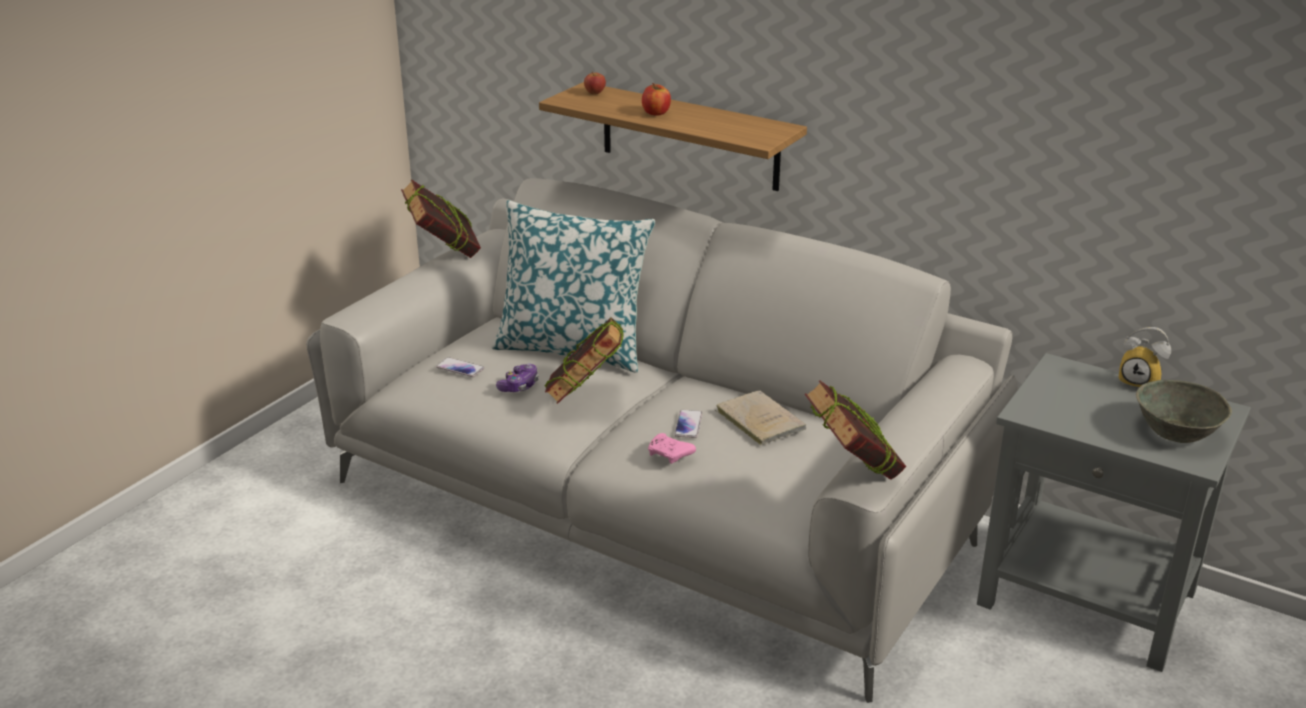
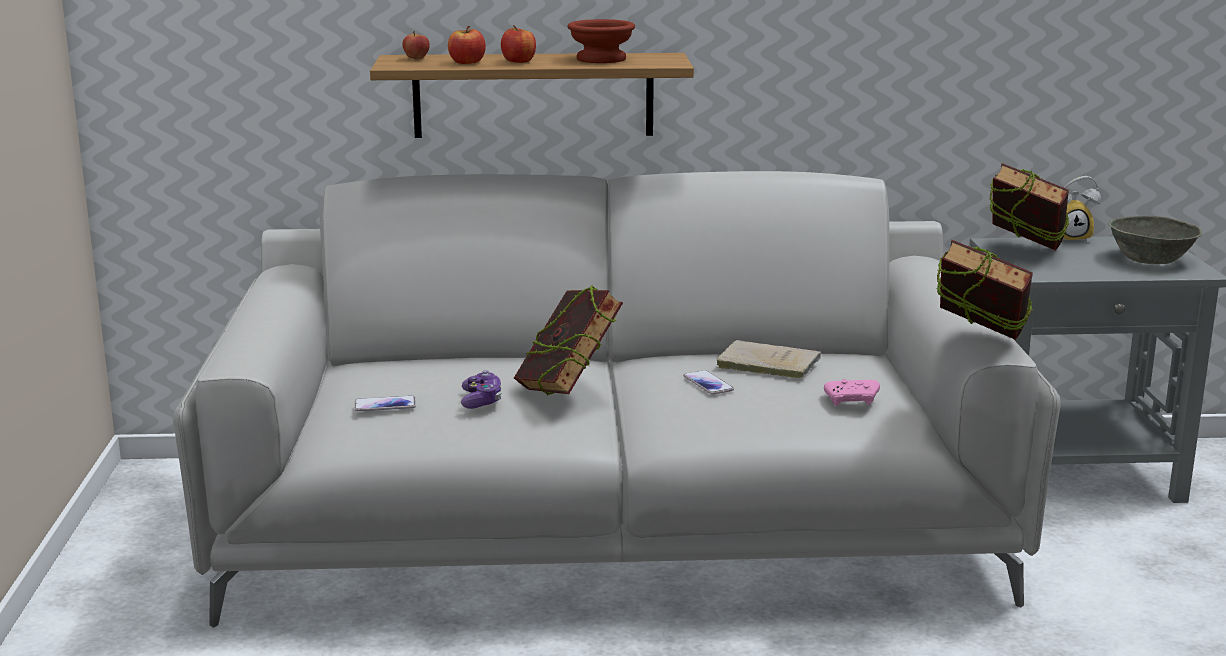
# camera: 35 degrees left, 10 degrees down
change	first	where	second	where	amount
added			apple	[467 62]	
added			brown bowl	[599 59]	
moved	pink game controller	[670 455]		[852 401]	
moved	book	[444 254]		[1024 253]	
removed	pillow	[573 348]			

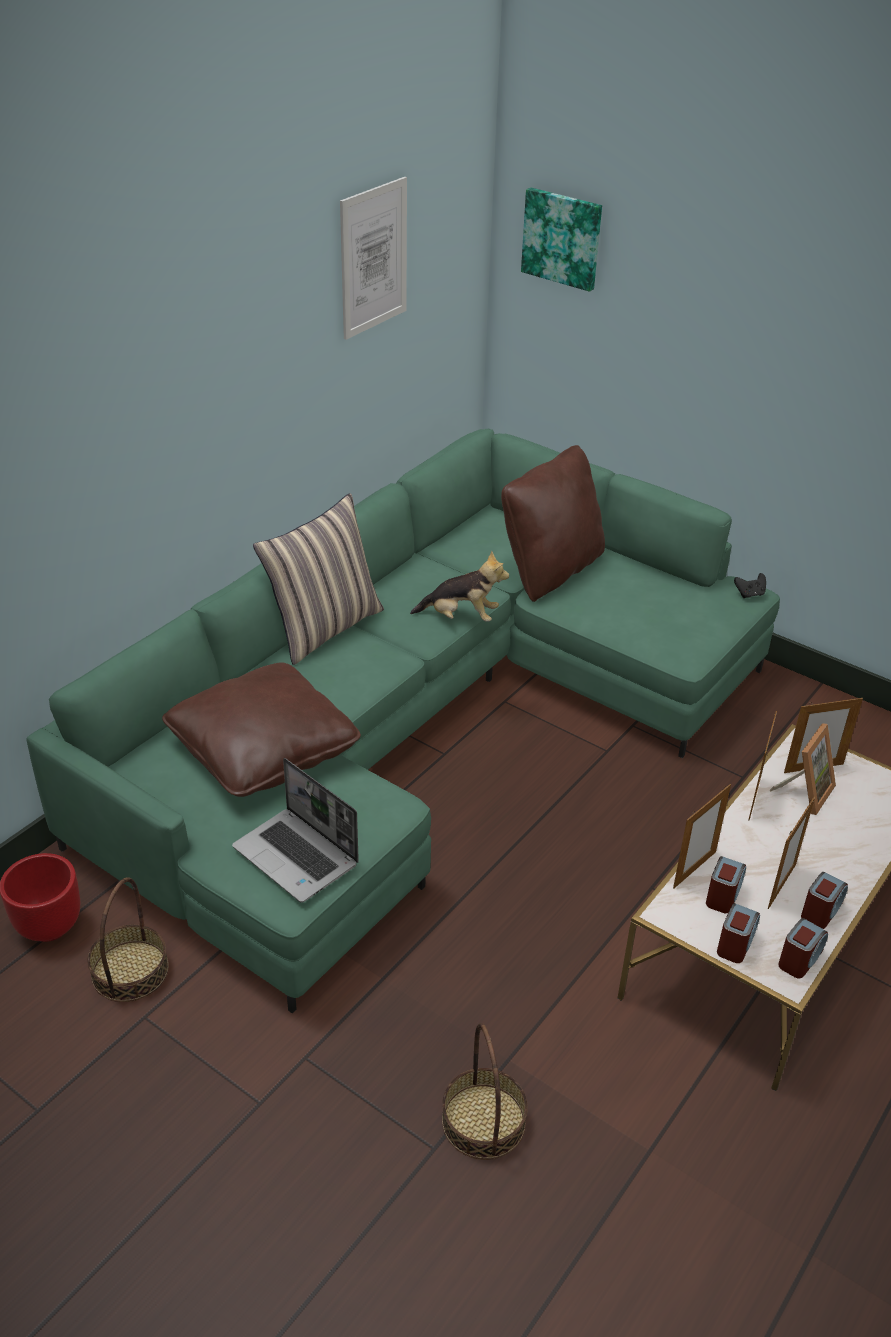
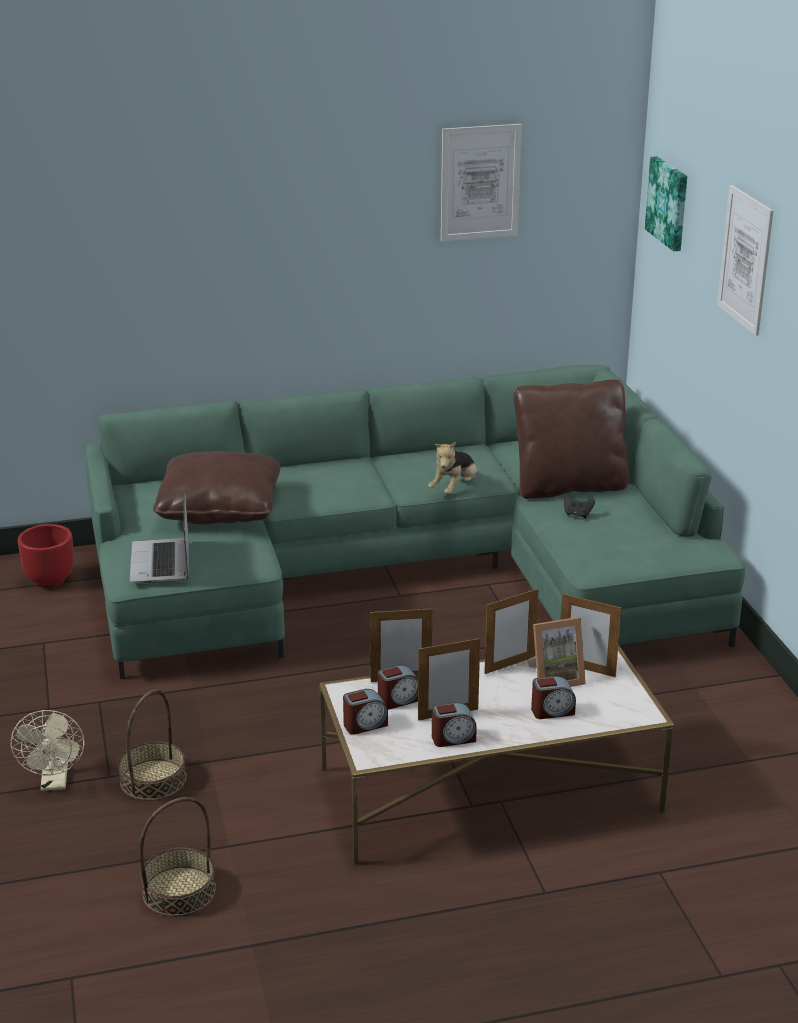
# camera: 40 degrees right, 10 degrees down
change	first	where	second	where	amount
added			beige fan	[55 782]	
moved	basket	[130 971]		[179 891]	
turned	plush toy	[461 617]		[455 488]	75 degrees clockwise
moved	alarm clock	[799 959]		[552 711]	
moved	black game controller	[749 594]		[577 515]	
added			picture	[745 259]	
removed	pillow	[324 627]			

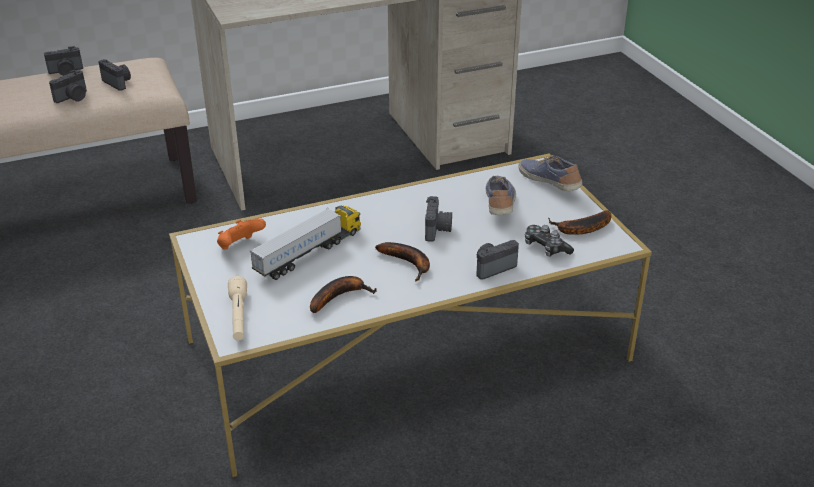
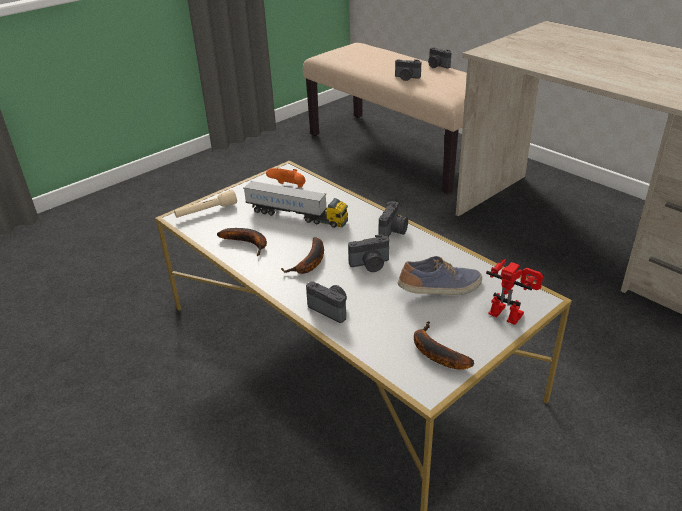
# camera: 70 degrees right, 0 degrees up
change	first	where	second	where	amount
moved	photo camera	[118 83]		[393 231]	
replaced	shoe	[549 182]	toy robot	[510 312]	
removed	game controller	[545 247]			

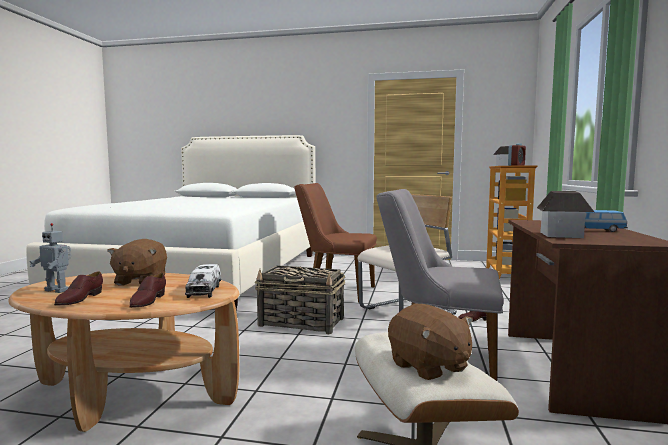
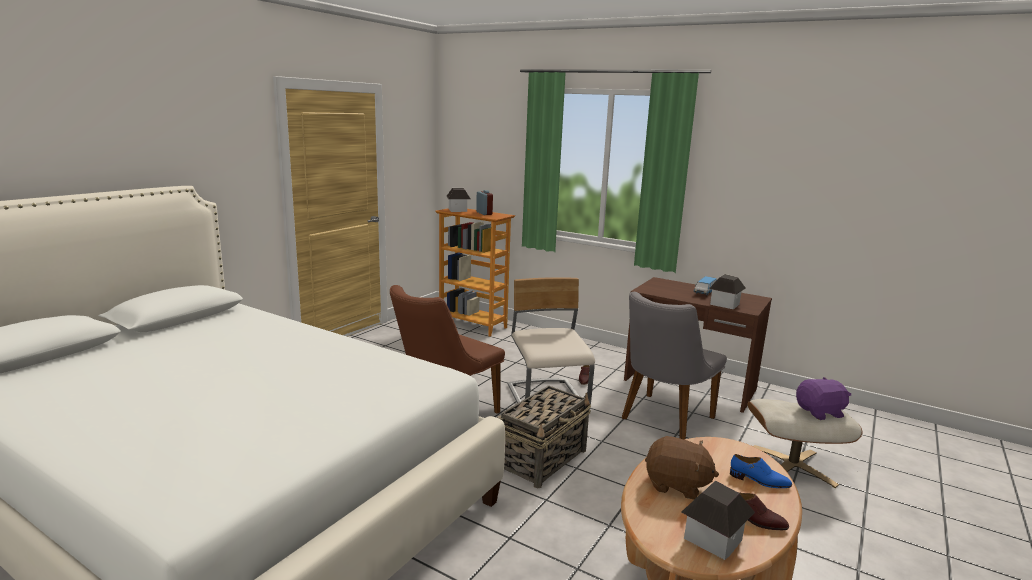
# camera: 70 degrees left, 10 degrees up
change	first	where	second	where	amount
replaced	toy robot	[58 290]	toy house	[713 539]	
recoloured	brown shoe	[147 301]	blue shoe	[759 481]	
recoloured	brown plush toy	[428 367]	purple plush toy	[820 412]	
removed	toy truck	[204 291]			

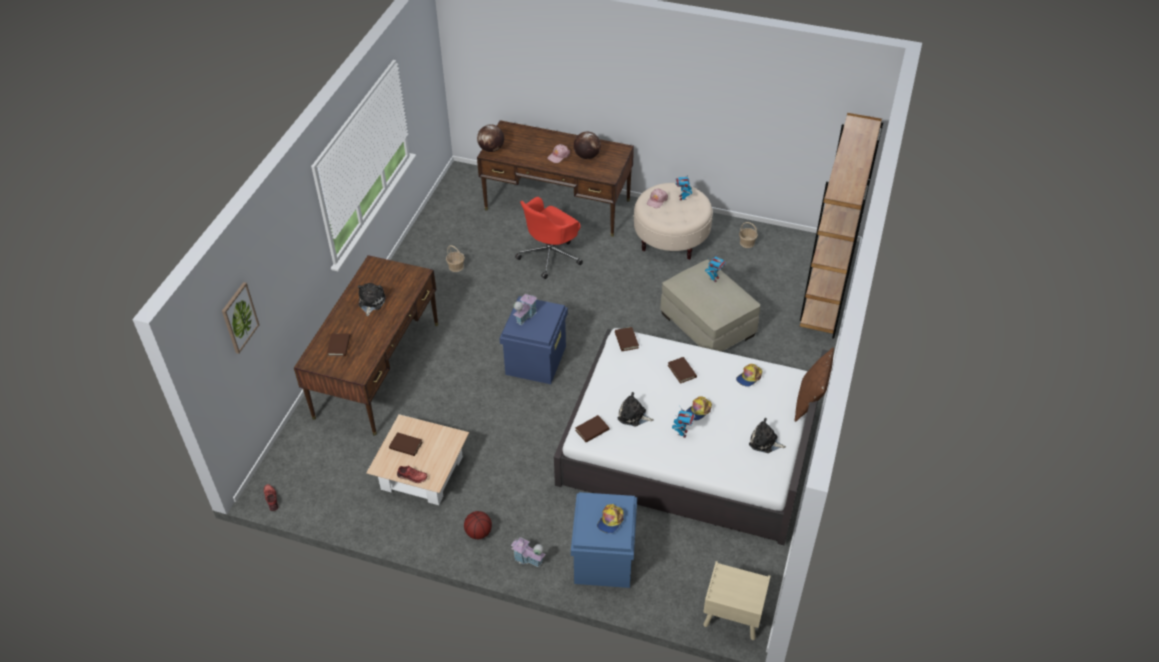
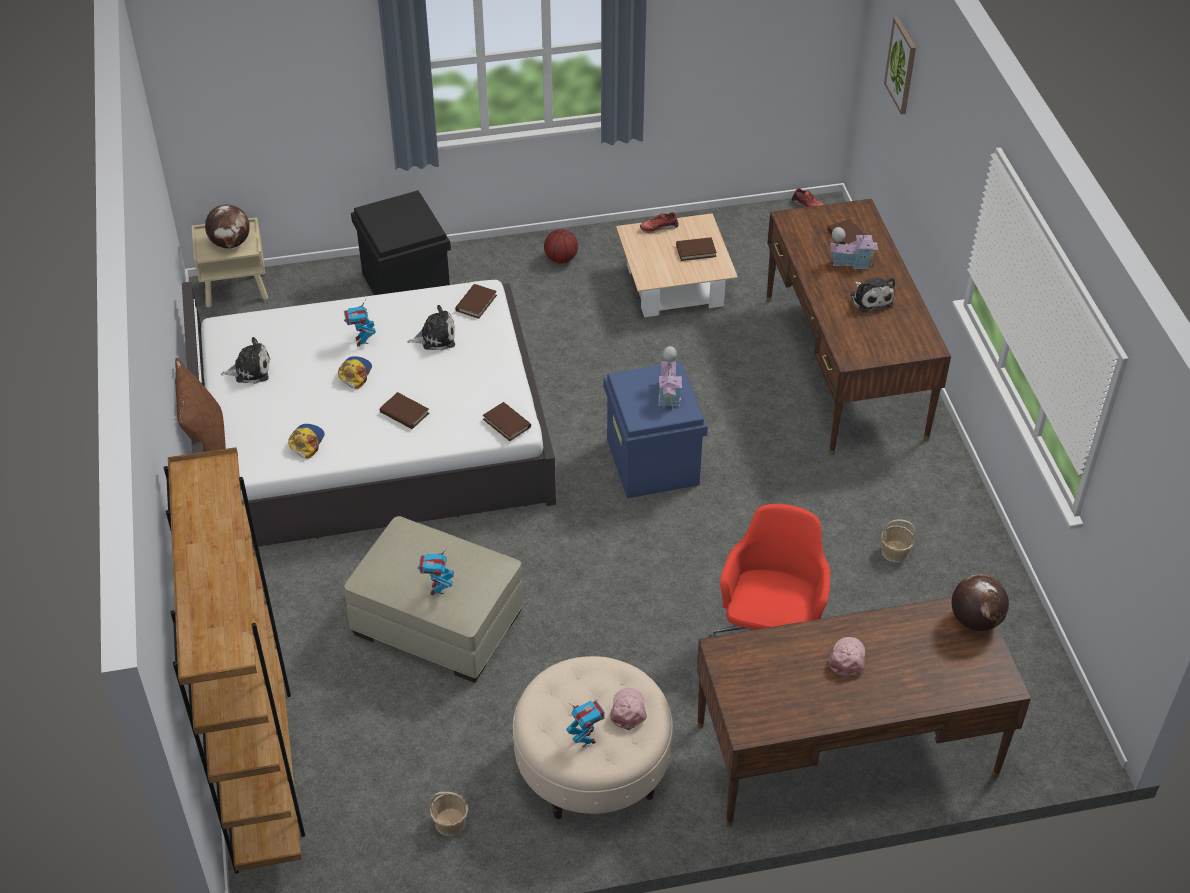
# camera: 150 degrees right, 0 degrees up
change	first	where	second	where	amount
moved	globe	[587 156]		[231 243]	
recoloured	blue storage box	[604 559]	black storage box	[405 286]	
moved	toy house	[528 559]		[851 262]	
removed	cap	[610 520]			

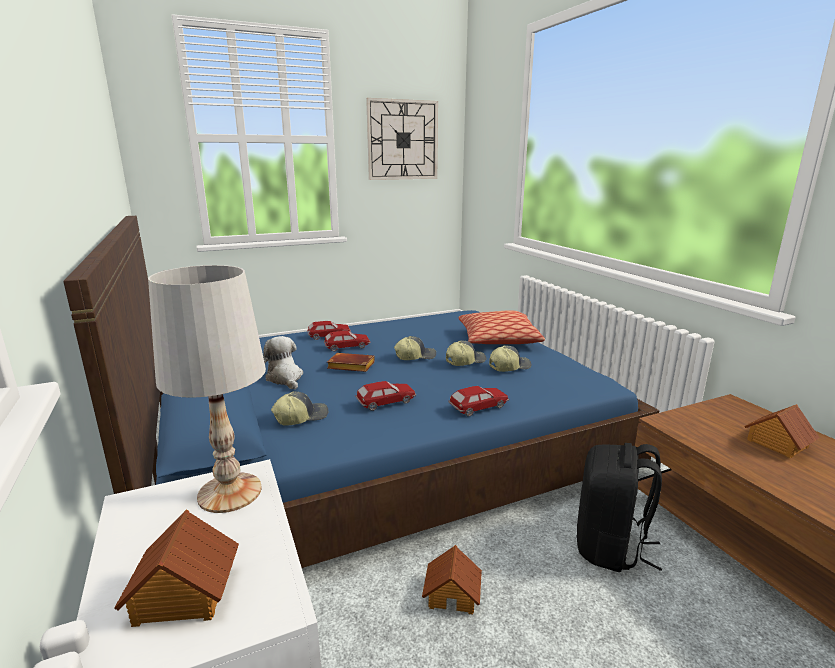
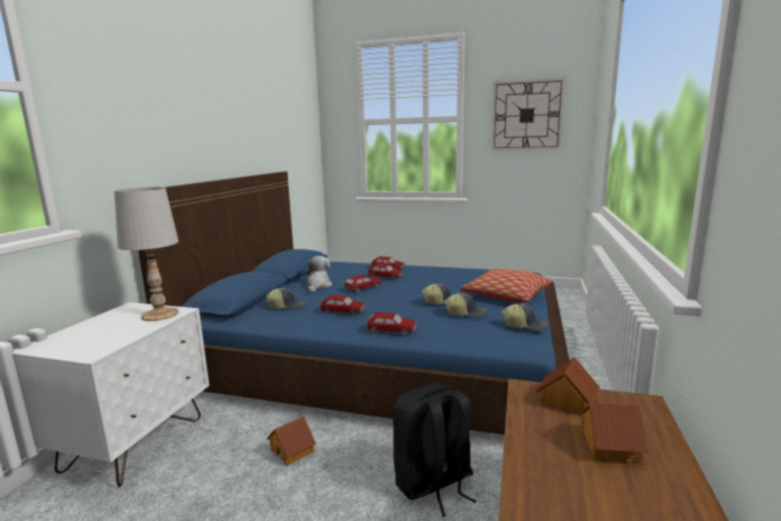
# camera: 40 degrees right, 5 degrees down
change	first	where	second	where	amount
replaced	brown book	[349 367]	toy car	[363 288]	
moved	cap	[415 356]		[525 325]	
moved	toy house	[183 594]		[566 401]	

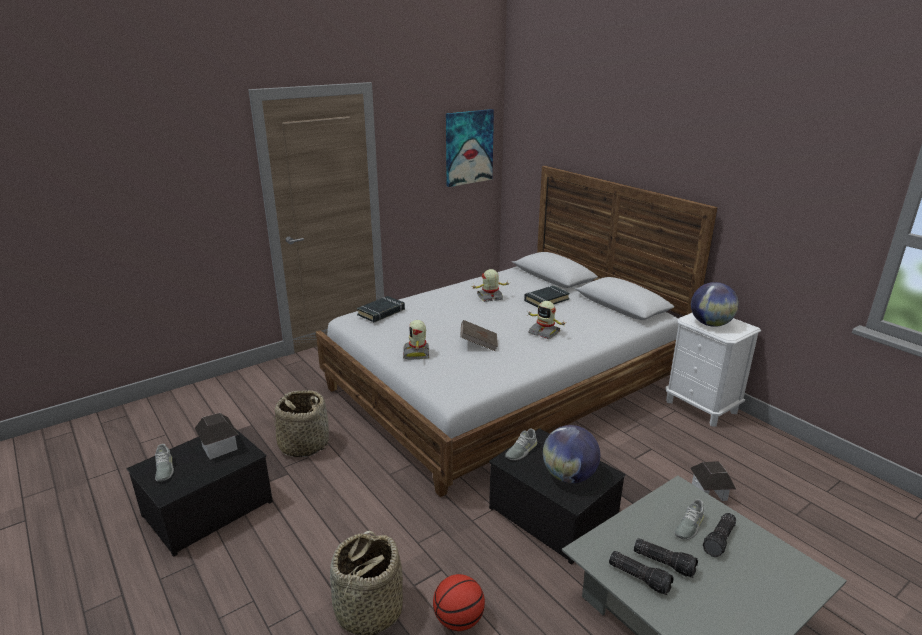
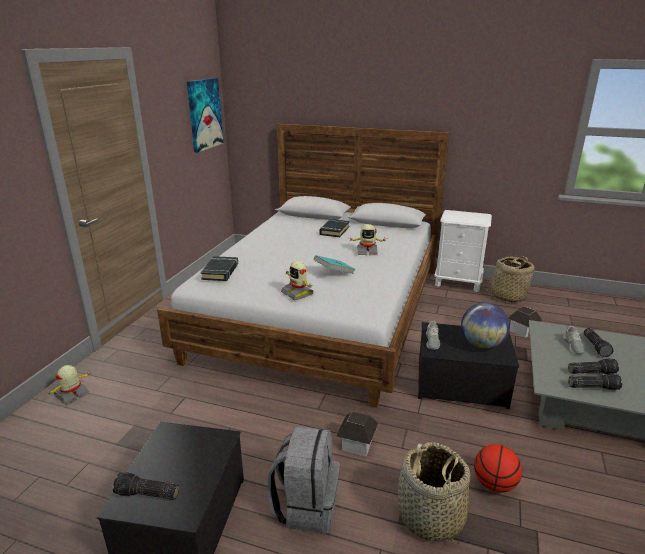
# camera: 35 degrees left, 0 degrees up
change	first	where	second	where	amount
moved	toy robot	[490 297]		[72 395]	
replaced	grey shoe	[164 469]	flashlight	[147 495]	
added			grey backpack	[306 506]	
recoloured	brown book	[478 344]	turquoise book	[334 273]	
moved	toy house	[219 447]		[357 444]	
moved	basket	[303 444]		[507 296]	
removed	globe	[710 324]			

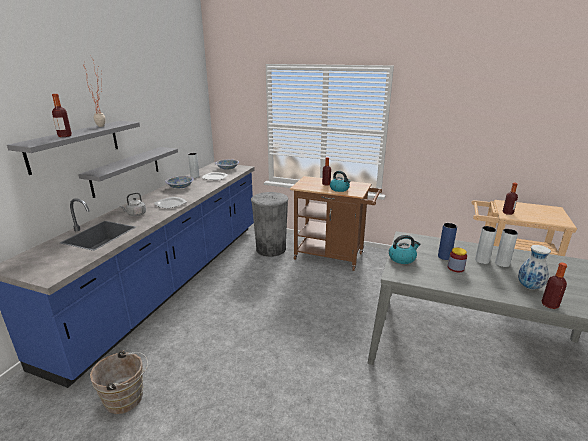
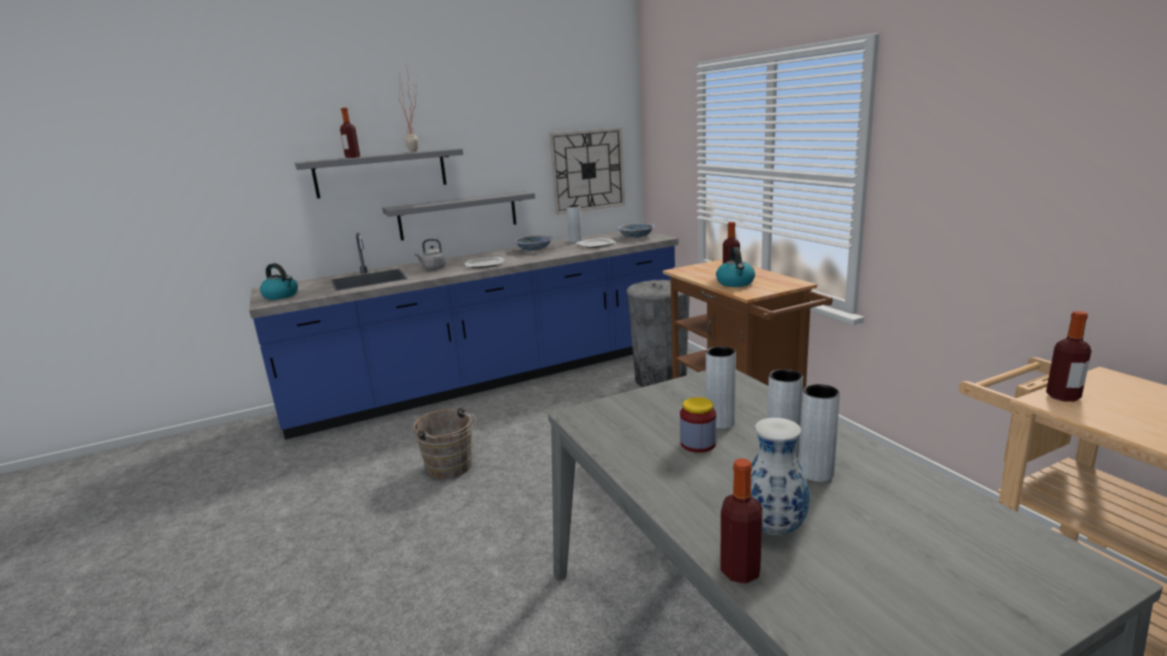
# camera: 45 degrees right, 5 degrees down
change	first	where	second	where	amount
moved	kettle	[402 258]		[281 295]	
moved	brown bucket	[127 399]		[451 468]	
added			wall clock	[588 170]	
recoloured	blue vase	[444 257]	grey vase	[720 422]	

